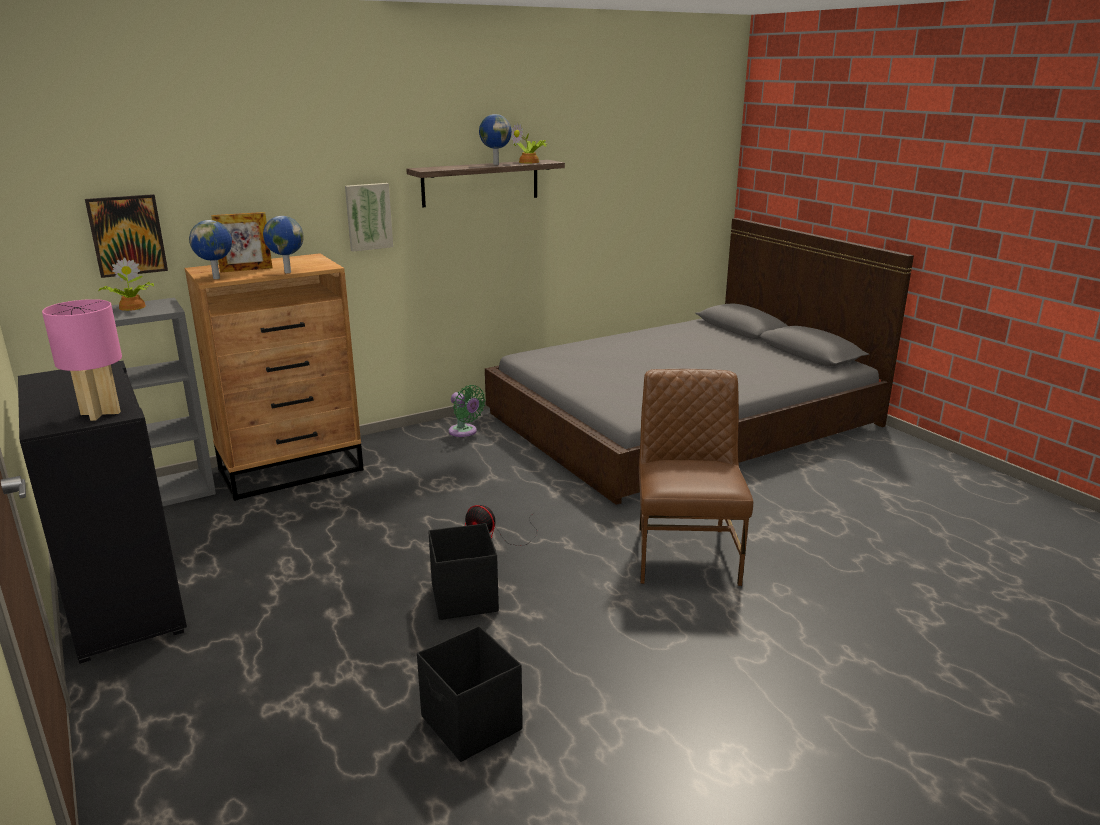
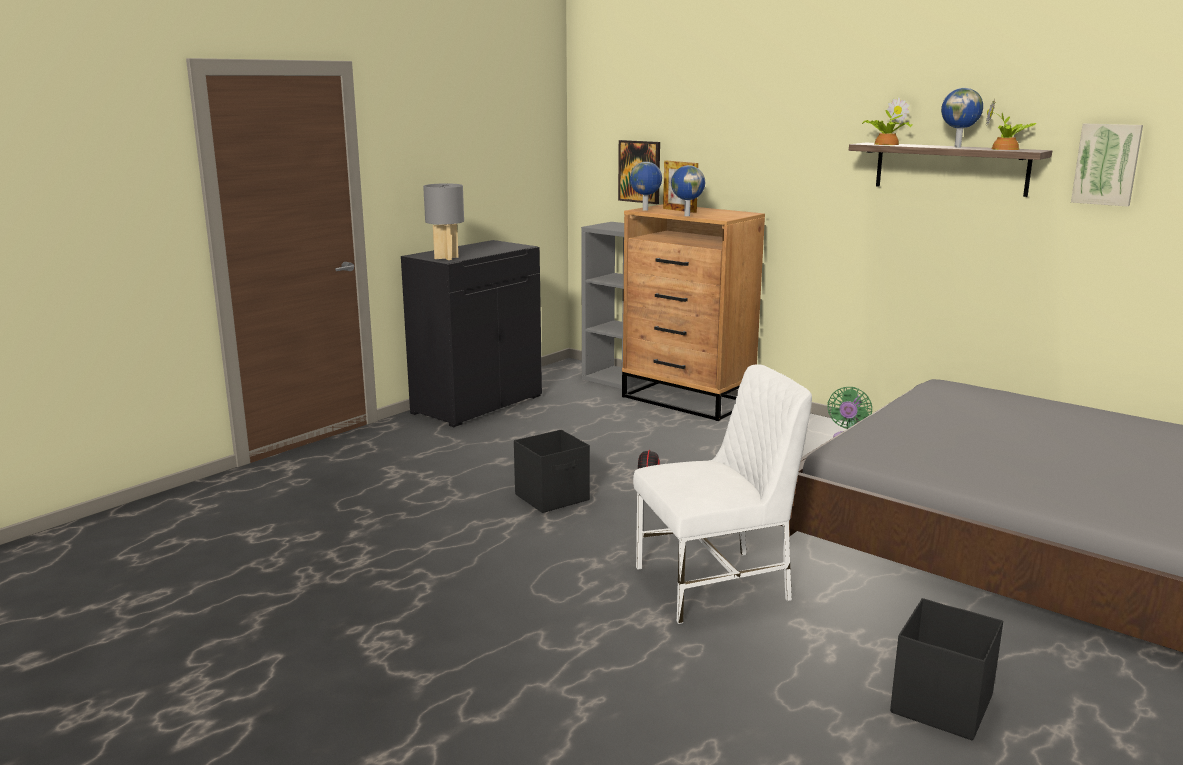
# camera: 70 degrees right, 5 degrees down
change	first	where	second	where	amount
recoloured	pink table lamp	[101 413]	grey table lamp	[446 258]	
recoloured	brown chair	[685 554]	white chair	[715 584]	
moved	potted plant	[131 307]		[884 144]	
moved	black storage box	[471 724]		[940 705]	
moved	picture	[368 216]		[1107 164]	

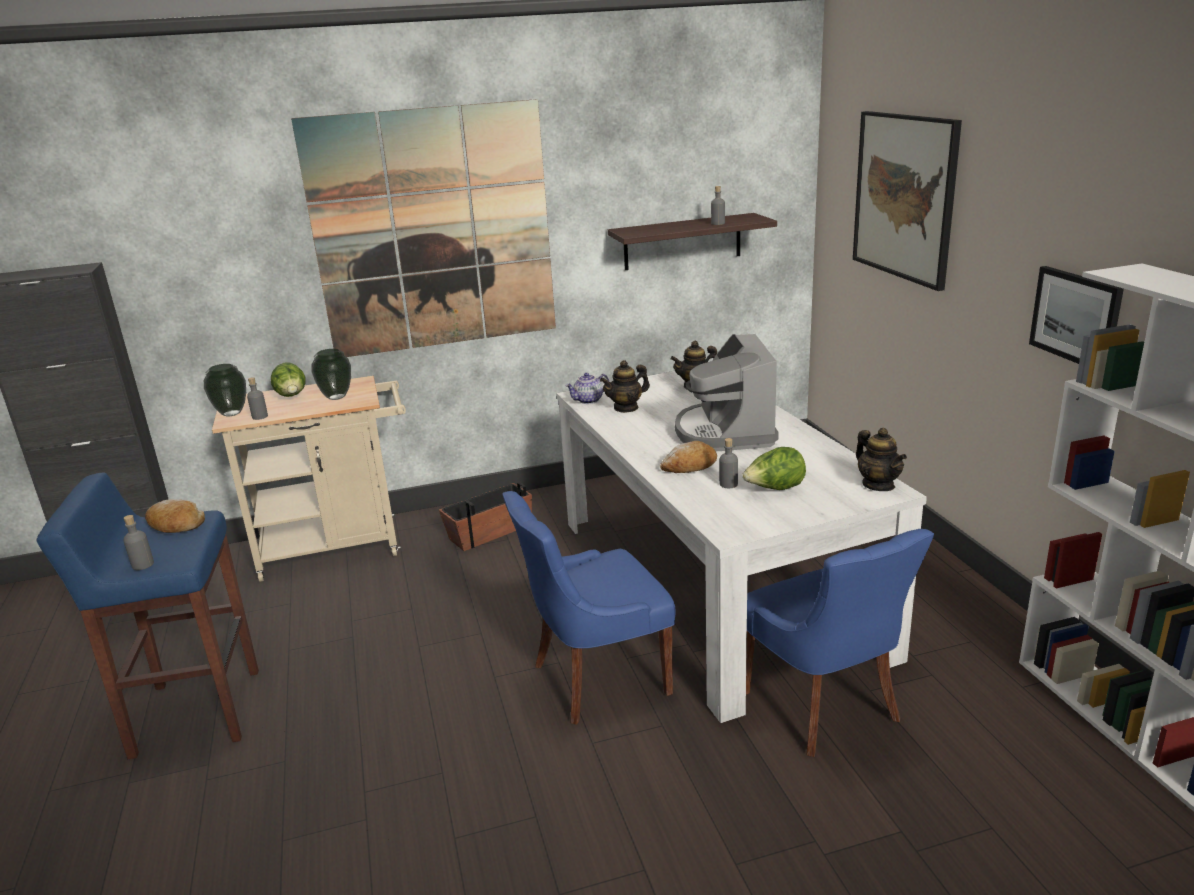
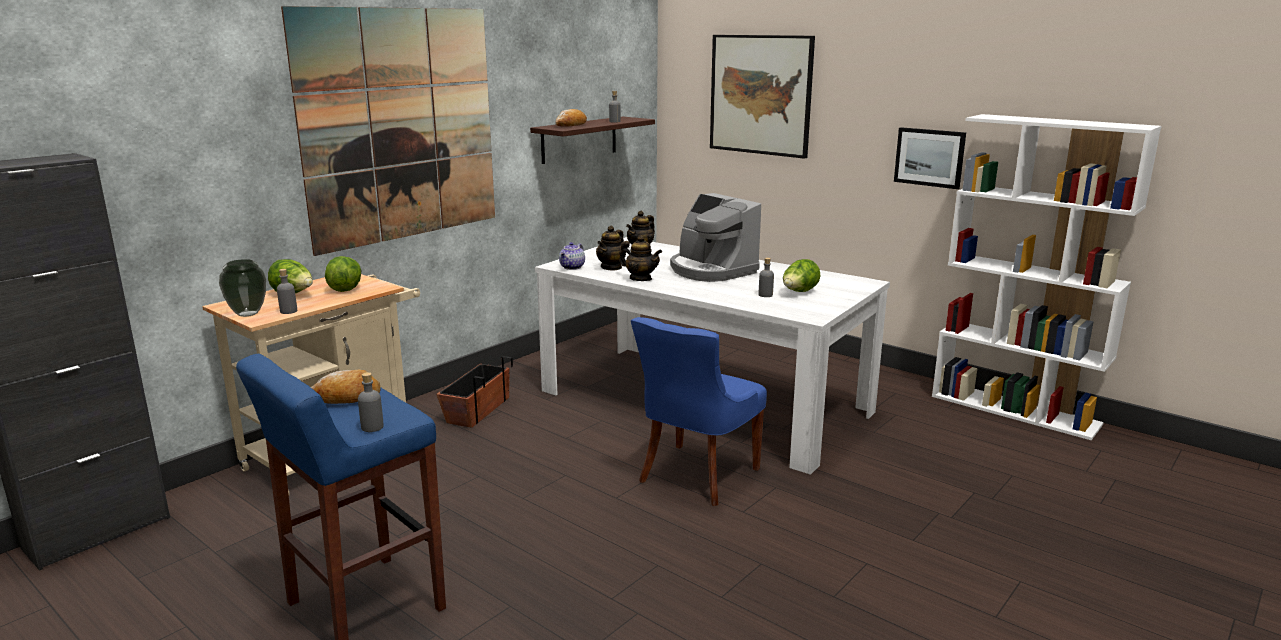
# camera: 35 degrees left, 5 degrees down
change	first	where	second	where	amount
replaced	vase	[336 397]	lettuce	[345 288]	
moved	bread	[690 466]		[571 125]	
moved	teapot	[878 485]		[640 279]	
removed	blue chair	[823 707]			

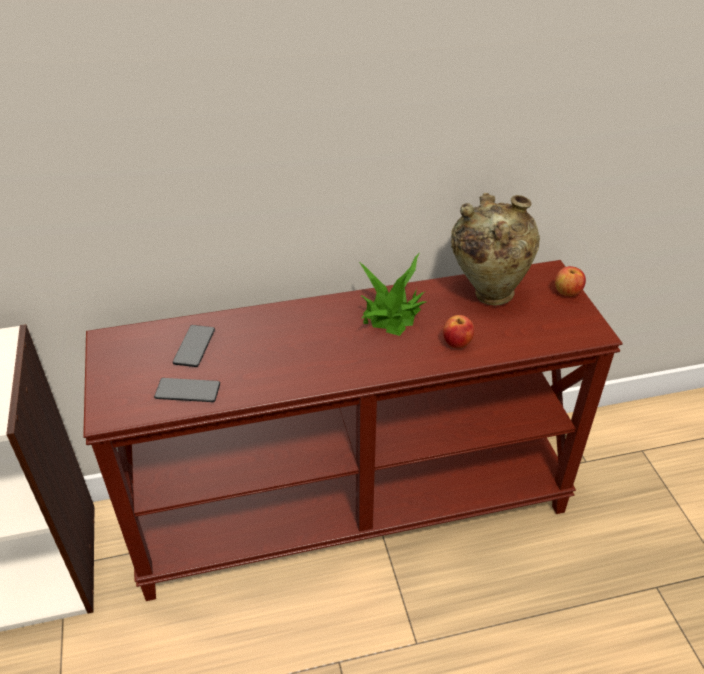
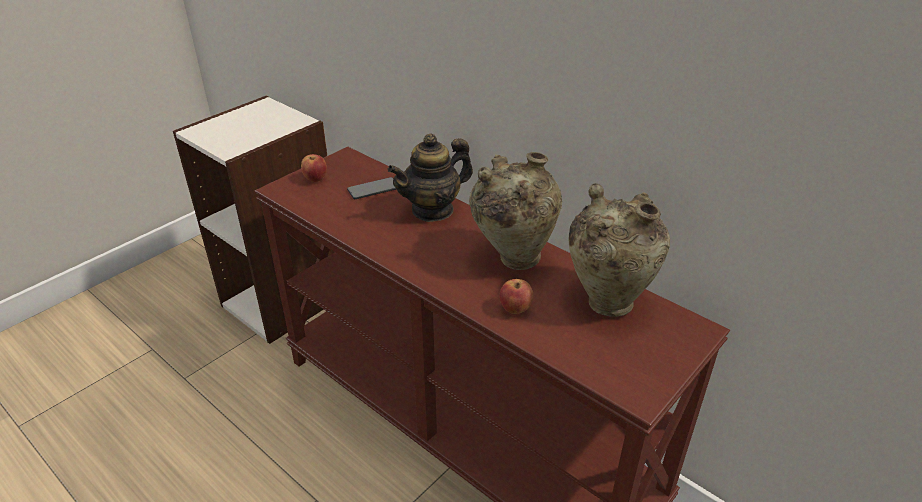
# camera: 55 degrees right, 5 degrees down
change	first	where	second	where	amount
moved	apple	[567 292]		[315 179]	
added			teapot	[433 210]	
replaced	potted plant	[392 313]	beige vase	[512 258]	
removed	phone	[187 391]			

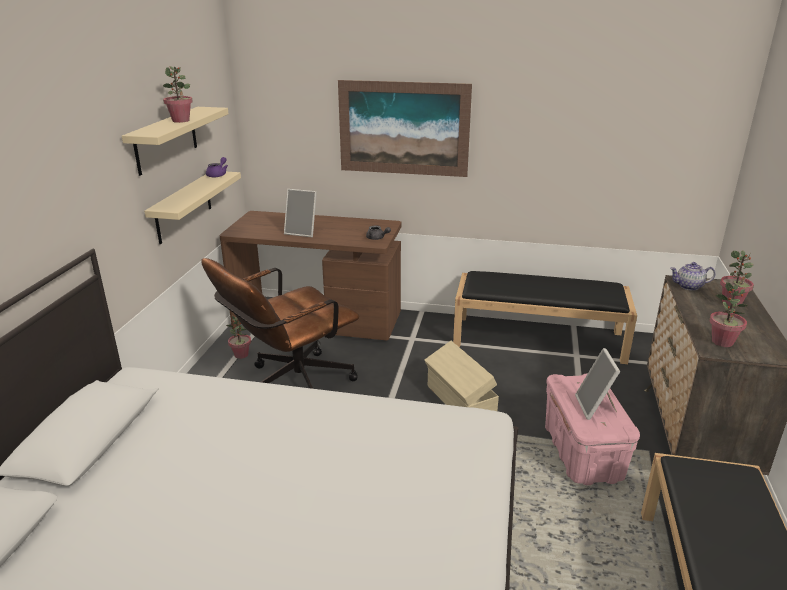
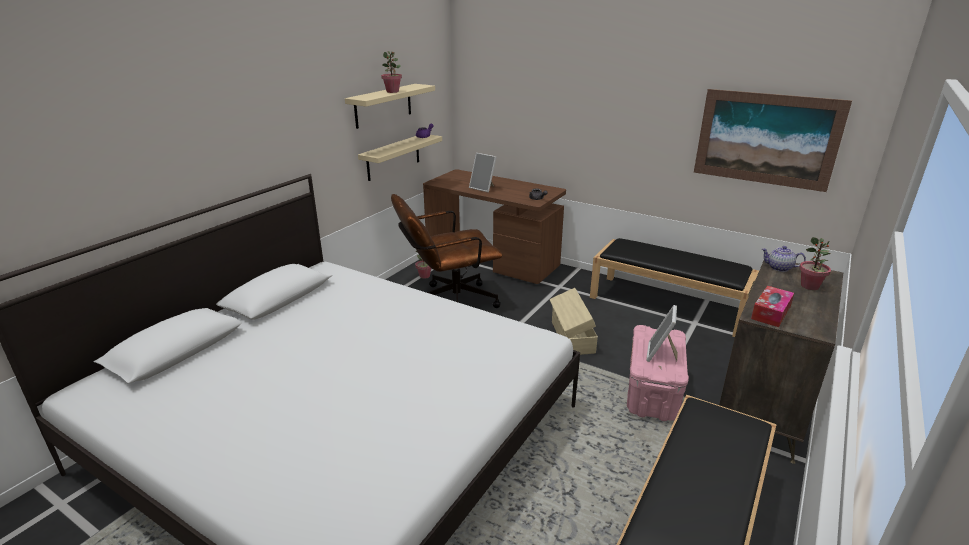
# camera: 20 degrees right, 0 degrees up
change	first	where	second	where	amount
moved	picture	[403 128]		[766 139]	
replaced	potted plant	[722 342]	tissue box	[771 313]	

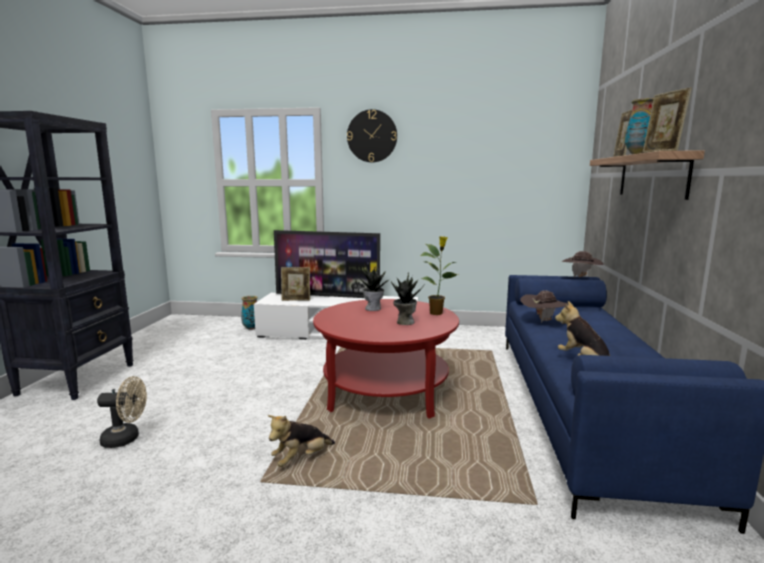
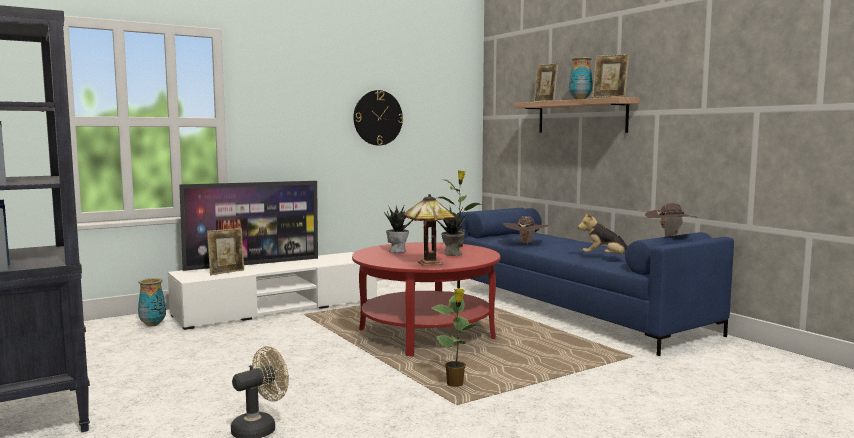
# camera: 40 degrees left, 5 degrees down
change	first	where	second	where	amount
moved	wall clock	[372 136]		[378 118]	
added			table lamp	[428 264]	
replaced	plush toy	[301 459]	potted plant	[456 385]	
moved	brown hat	[581 277]		[670 236]	

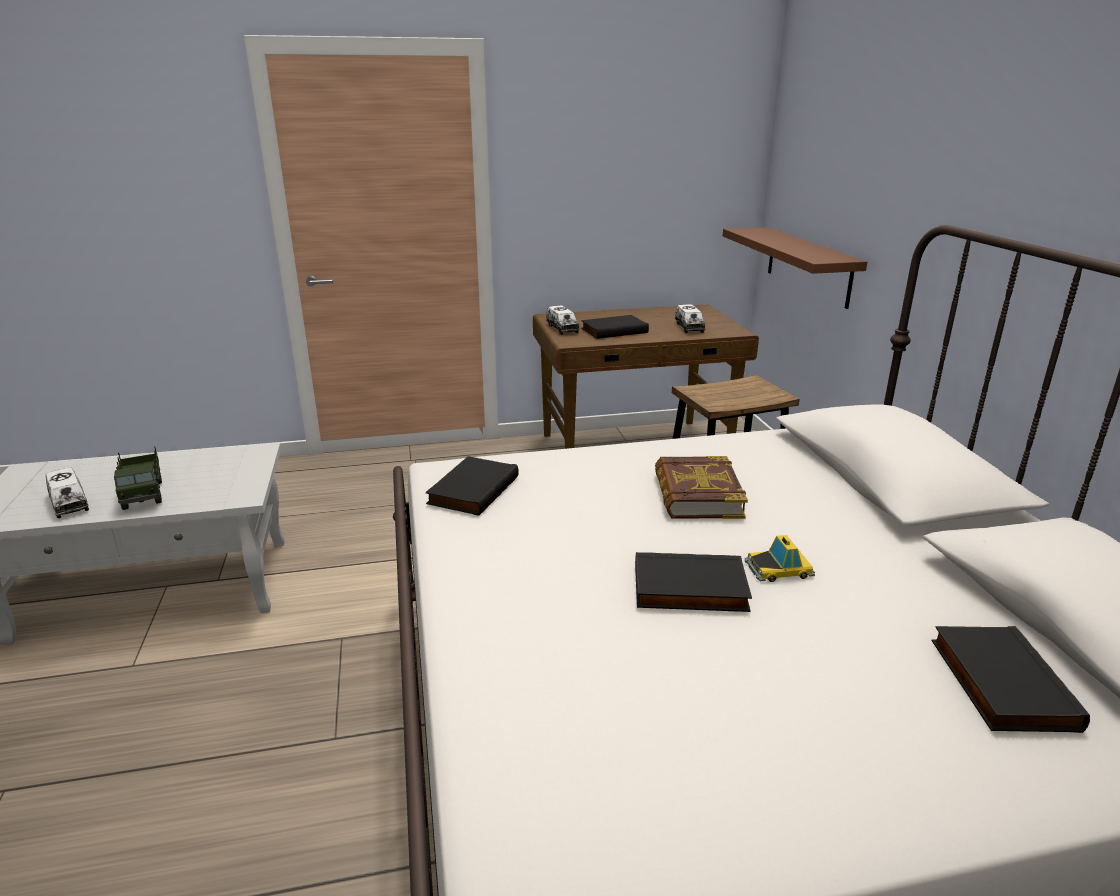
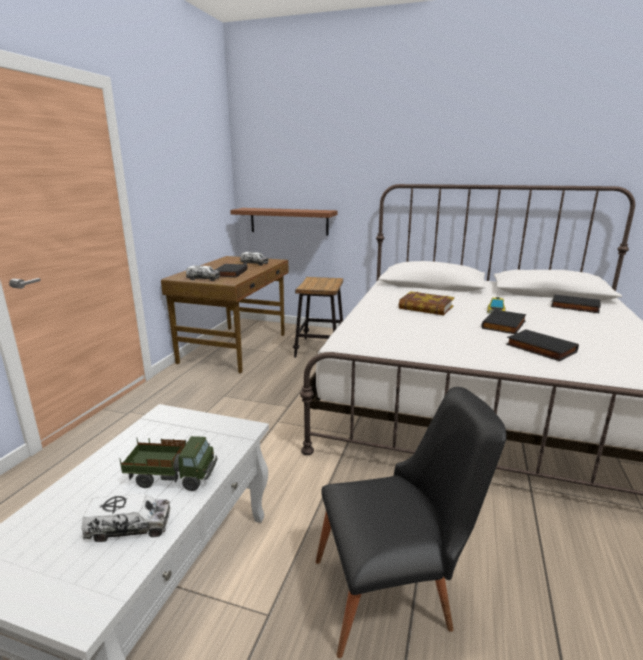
# camera: 60 degrees left, 5 degrees down
change	first	where	second	where	amount
added			black chair	[395 594]	
moved	black book	[472 489]		[539 348]	

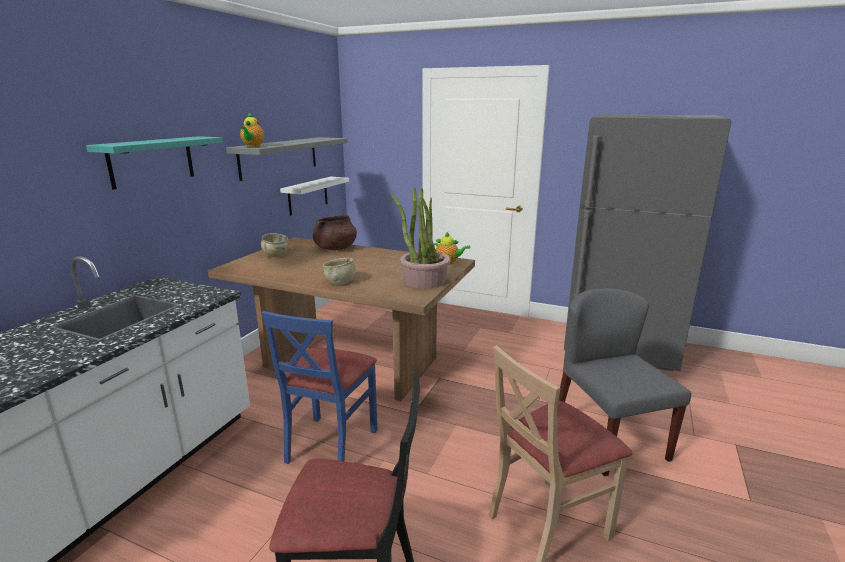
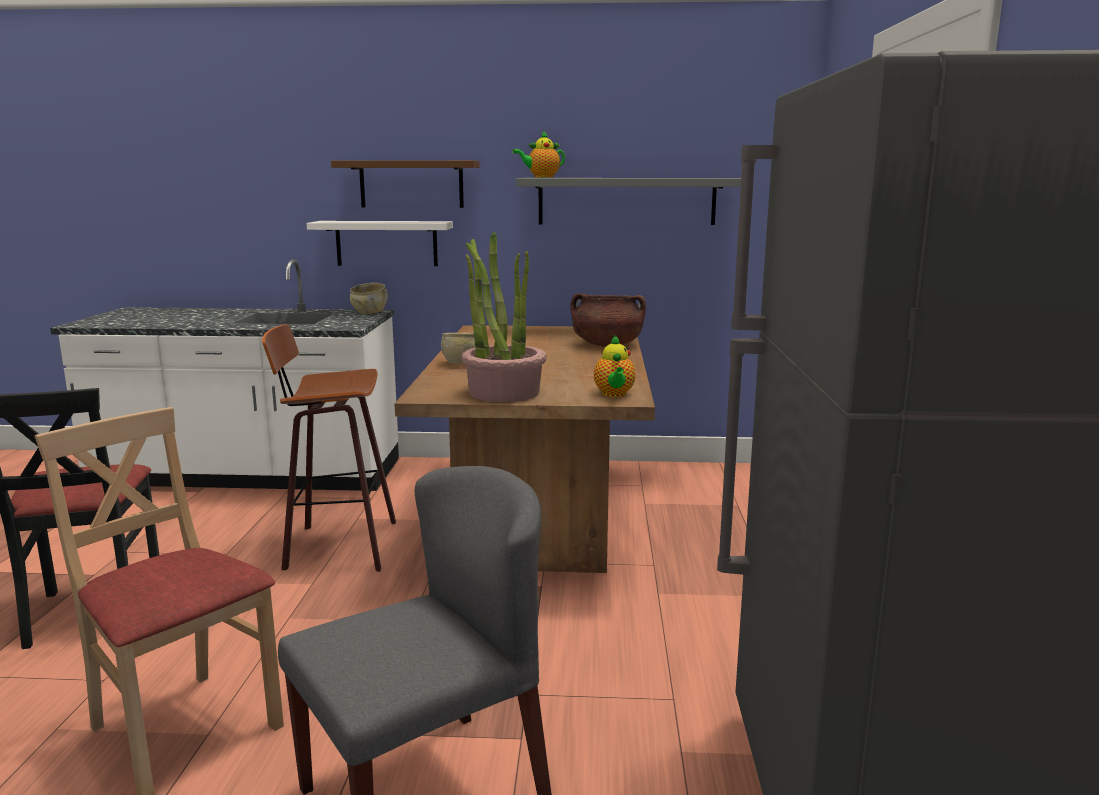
# camera: 70 degrees right, 5 degrees down
change	first	where	second	where	amount
replaced	blue chair	[330 444]	stool	[337 546]	
moved	white shelf	[308 195]		[386 243]	
recoloured	turquoise shelf	[152 161]	brown shelf	[411 184]	
moved	beige bowl	[275 255]		[369 312]	

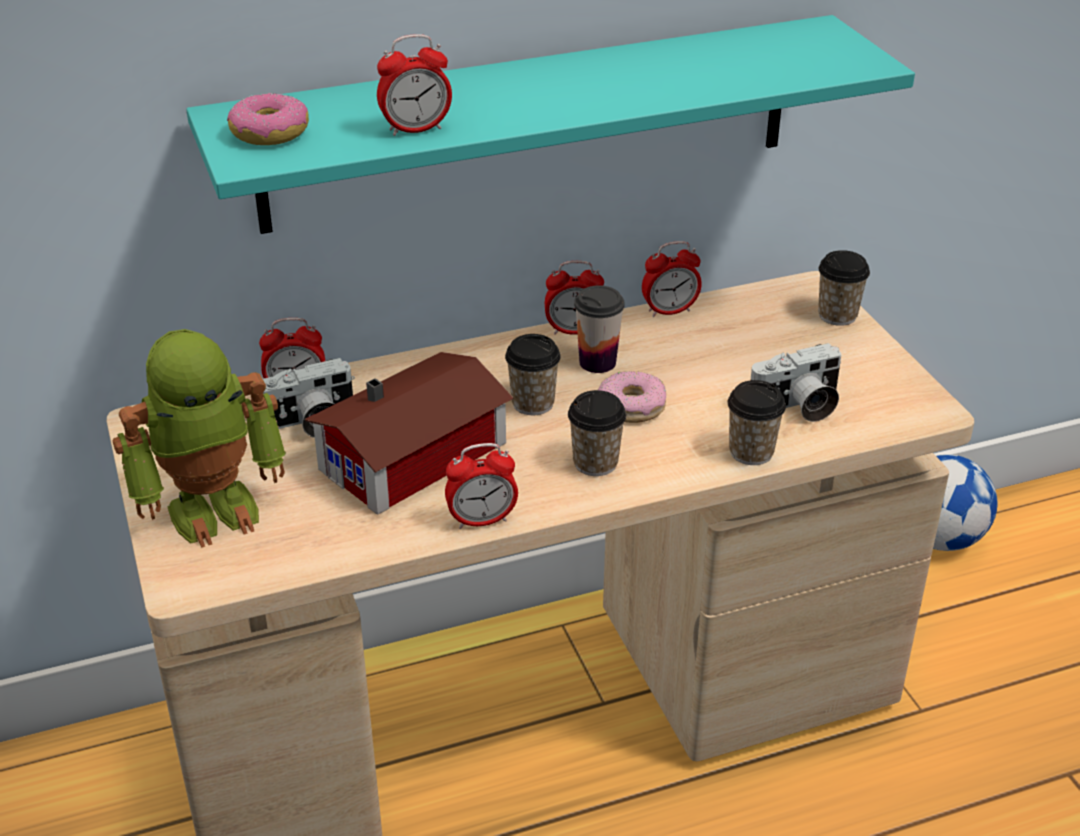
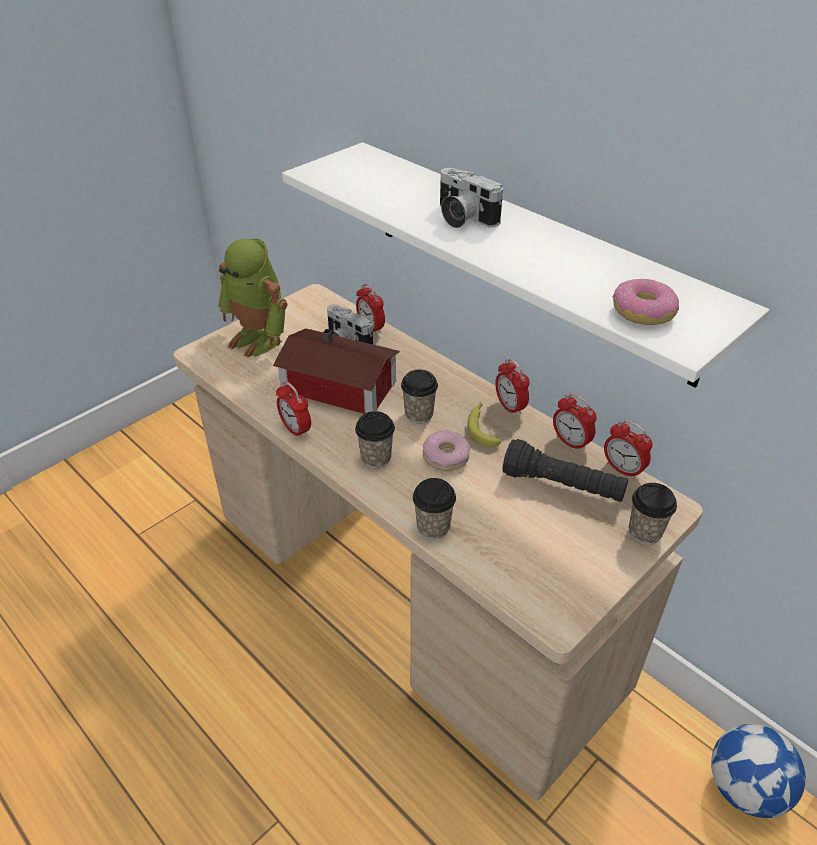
# camera: 65 degrees right, 5 degrees up
change	first	where	second	where	amount
recoloured	turquoise shelf	[530 123]	white shelf	[526 257]	
moved	photo camera	[797 407]		[462 218]	
replaced	cup	[597 362]	banana	[482 427]	
added			black flashlight	[562 486]	
moved	alarm clock	[416 129]		[622 469]	
moved	donut	[269 133]		[642 312]	

